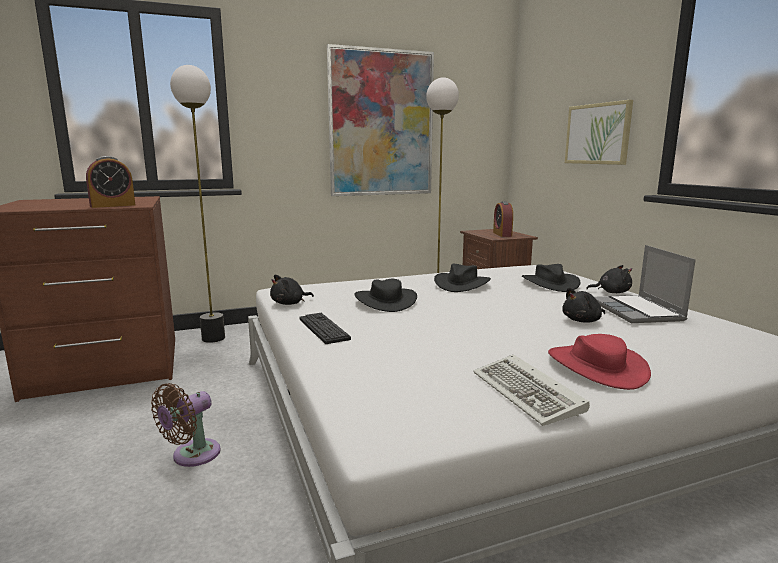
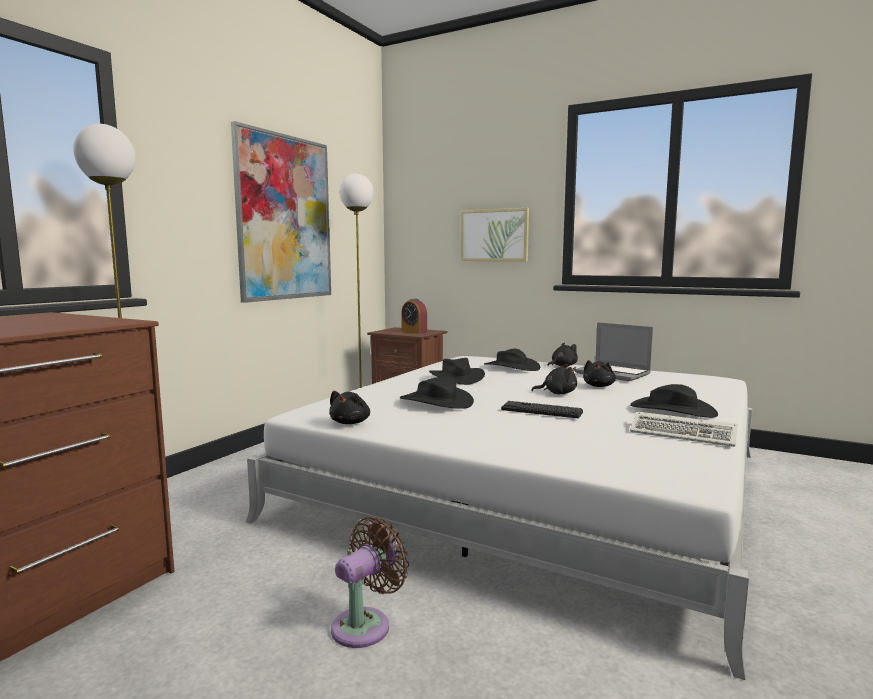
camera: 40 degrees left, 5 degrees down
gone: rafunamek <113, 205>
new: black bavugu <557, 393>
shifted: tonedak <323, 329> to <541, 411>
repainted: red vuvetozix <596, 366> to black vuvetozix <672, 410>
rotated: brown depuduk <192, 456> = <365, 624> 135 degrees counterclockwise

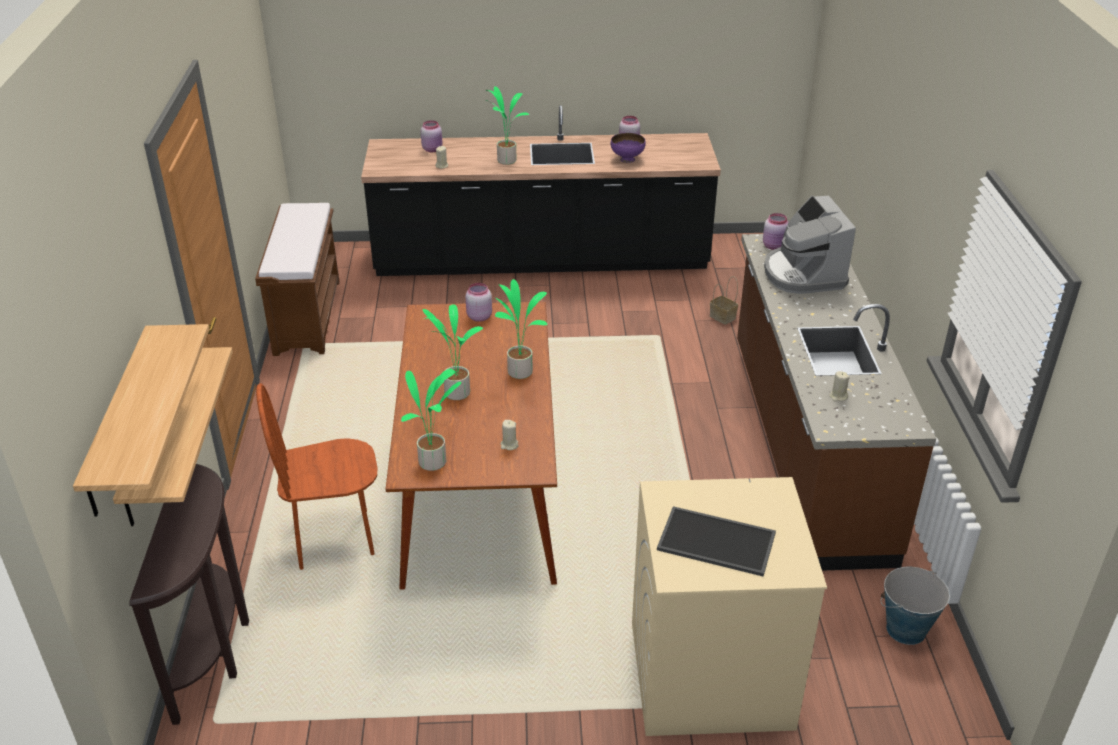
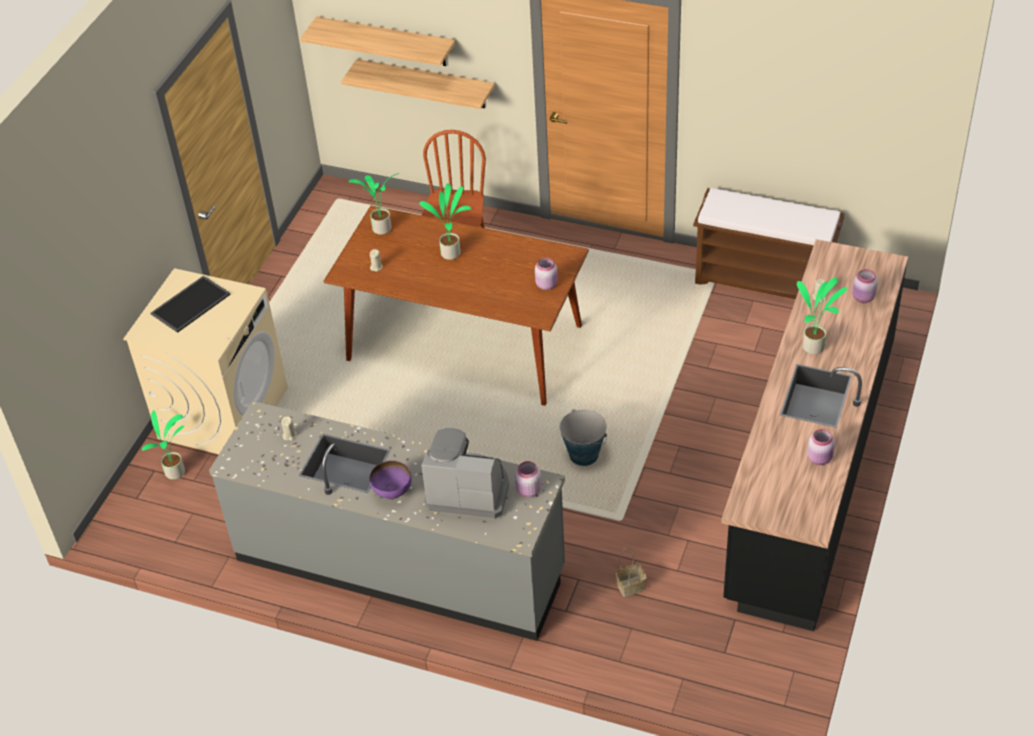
camera: 115 degrees right, 10 degrees up
gone: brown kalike <216, 649>
shifted: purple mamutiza <627, 159> to <393, 492>; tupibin <520, 371> to <176, 473>; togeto <905, 629> to <583, 455>
repainted: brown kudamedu <806, 447> to grey kudamedu <400, 564>

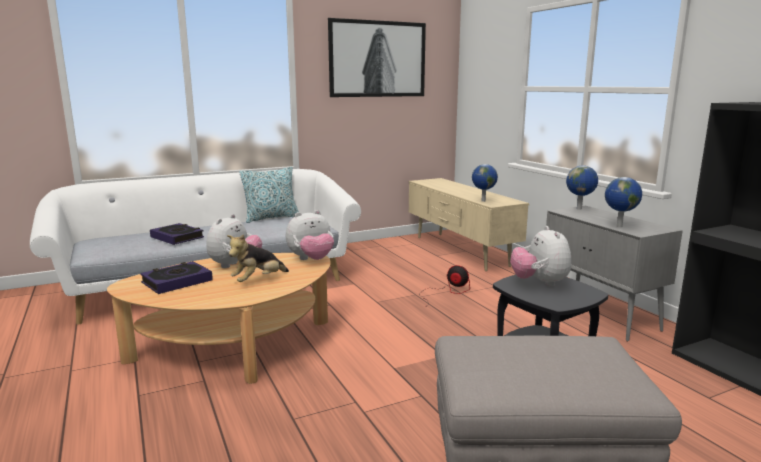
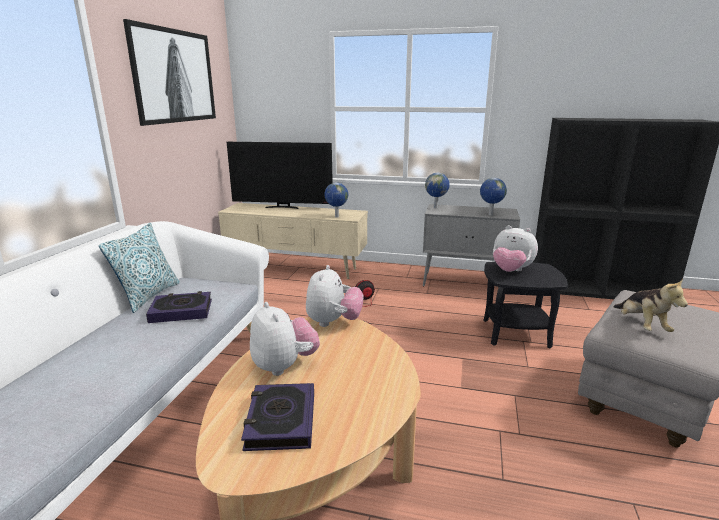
camera: 50 degrees left, 5 degrees up
new: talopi <283, 207>
shifted: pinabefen <177, 237> to <181, 311>; bavugu <258, 280> to <641, 325>

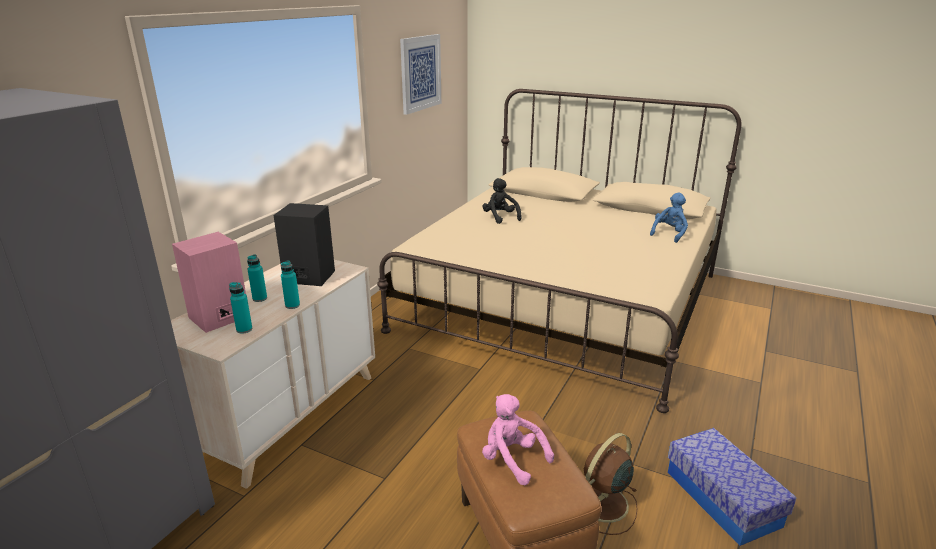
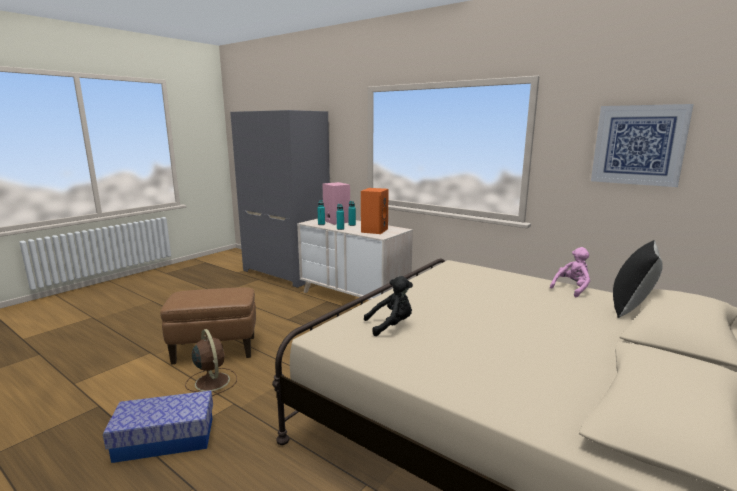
camera: 100 degrees right, 10 degrees down
gone: blue bavugu <669, 234>
new: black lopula <631, 308>
shifted: black bavugu <500, 217> to <391, 325>; pink bavugu <512, 459> to <572, 289>
repainted: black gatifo <308, 277> to orange gatifo <374, 230>

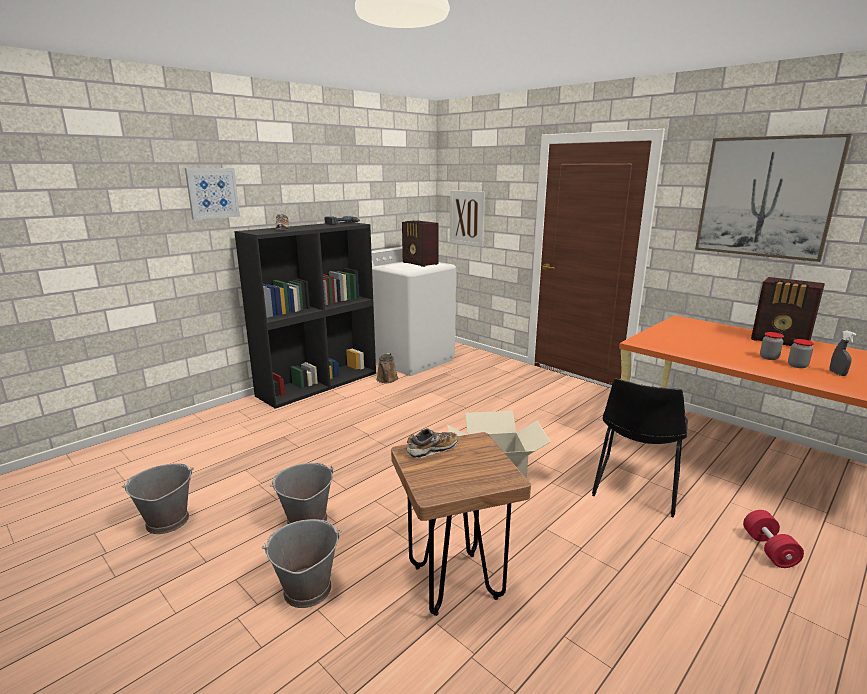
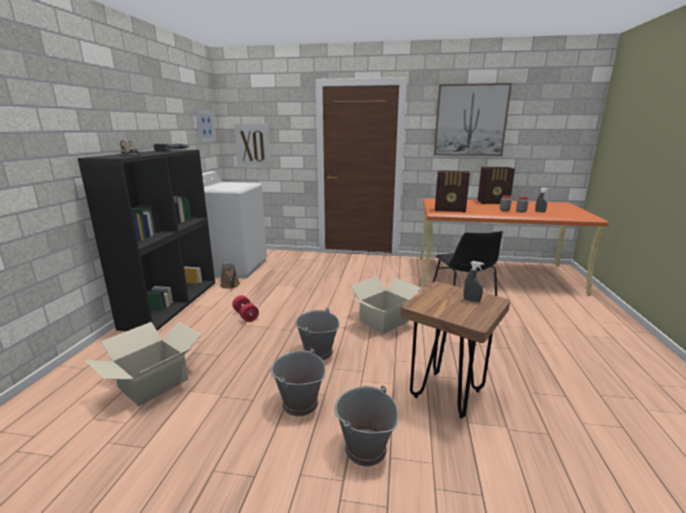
camera: 35 degrees left, 0 degrees up
gone: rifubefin <432, 450>
new: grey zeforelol <471, 300>; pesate <153, 383>
shifted: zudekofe <212, 193> to <205, 125>; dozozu <420, 263> to <450, 210>; grey togeto <166, 521> to <317, 352>; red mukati <769, 549> to <246, 315>

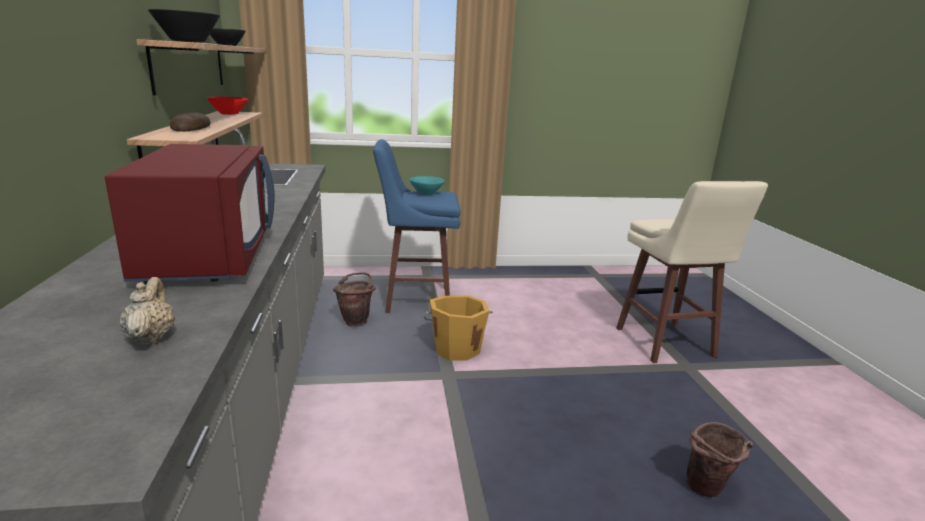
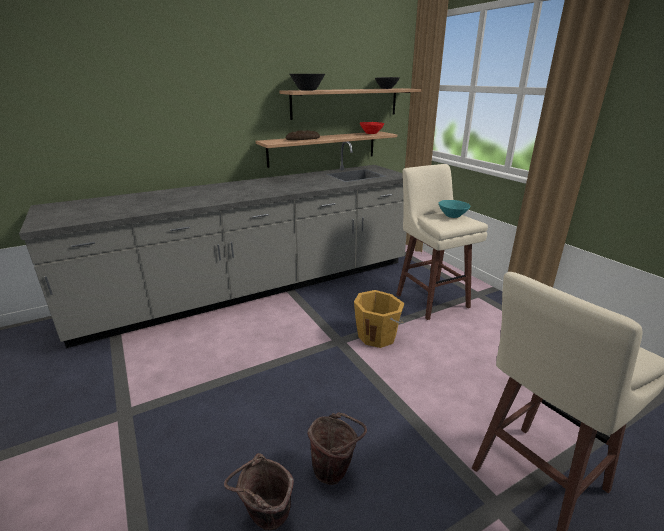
camera: 70 degrees right, 5 degrees up
gone: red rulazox <208, 255>; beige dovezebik <151, 337>
shifted: brown togeto <356, 320> to <335, 471>
repainted: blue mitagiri <415, 299> to beige mitagiri <431, 300>

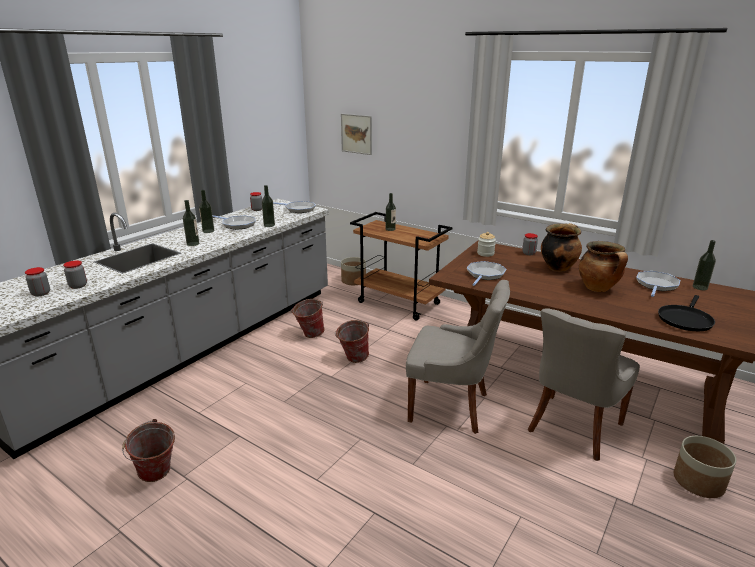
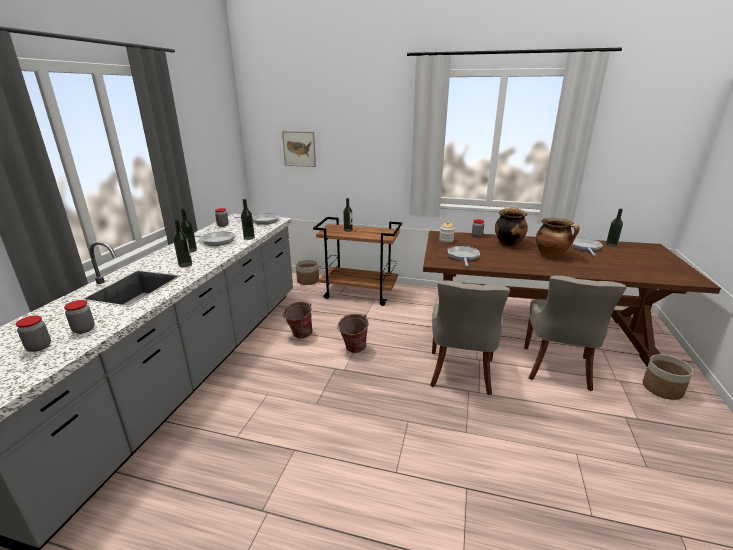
camera: 20 degrees left, 0 degrees up
gone: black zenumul <685, 319>; togeto <156, 476>
rotated: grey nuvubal <451, 407> = <460, 373> 105 degrees clockwise

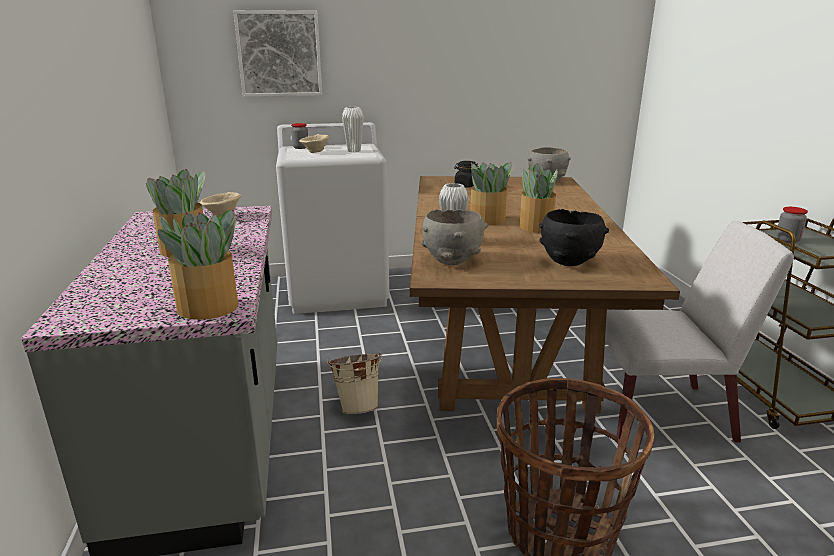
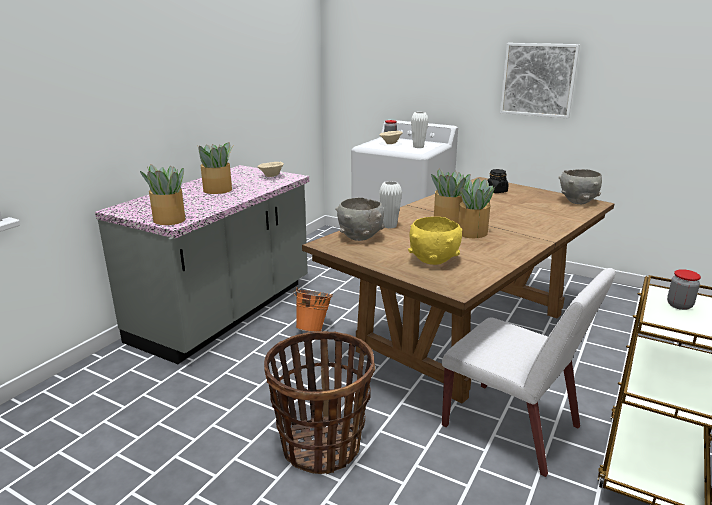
camera: 40 degrees right, 0 degrees up
shifted: zudekofe <279, 54> to <538, 80>
repainted: black mamutiza <569, 262> to yellow mamutiza <434, 261>; beige togeto <358, 407> to orange togeto <313, 328>

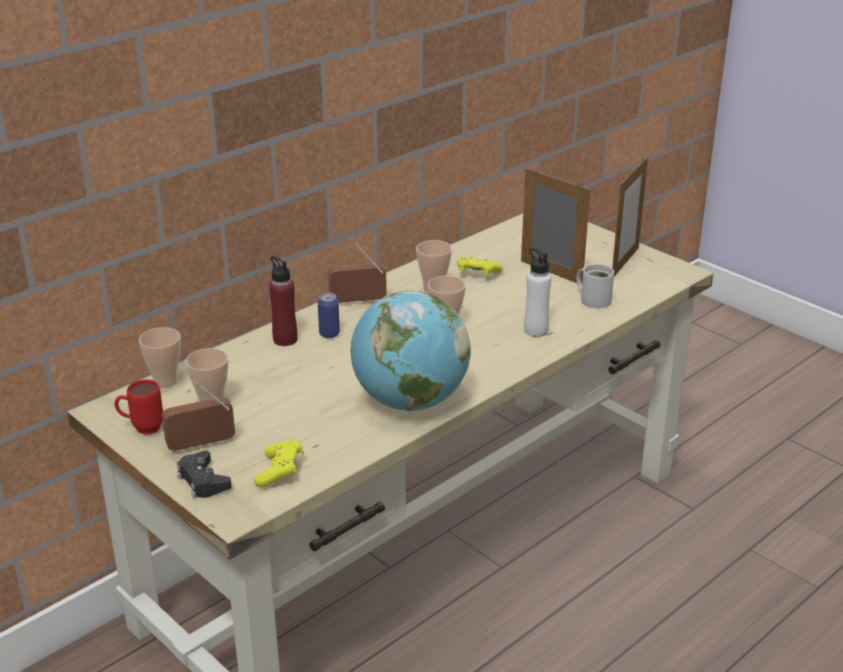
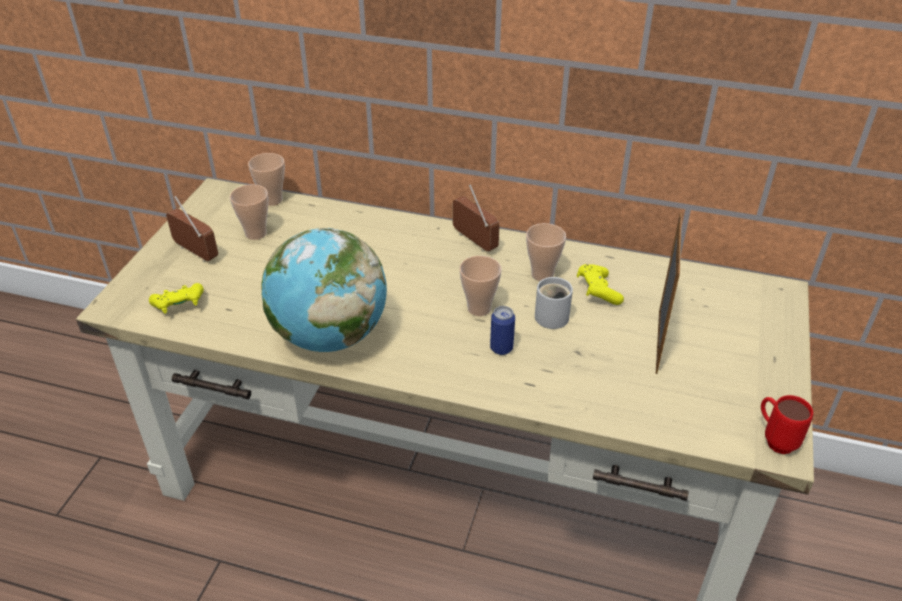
camera: 60 degrees right, 10 degrees up
gone: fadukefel <625, 263>; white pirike <535, 330>; red pirike <285, 339>; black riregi <203, 481>
shifted: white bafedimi <594, 299> to <554, 315>; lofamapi <329, 334> to <501, 348>; red bafedimi <141, 428> to <774, 439>

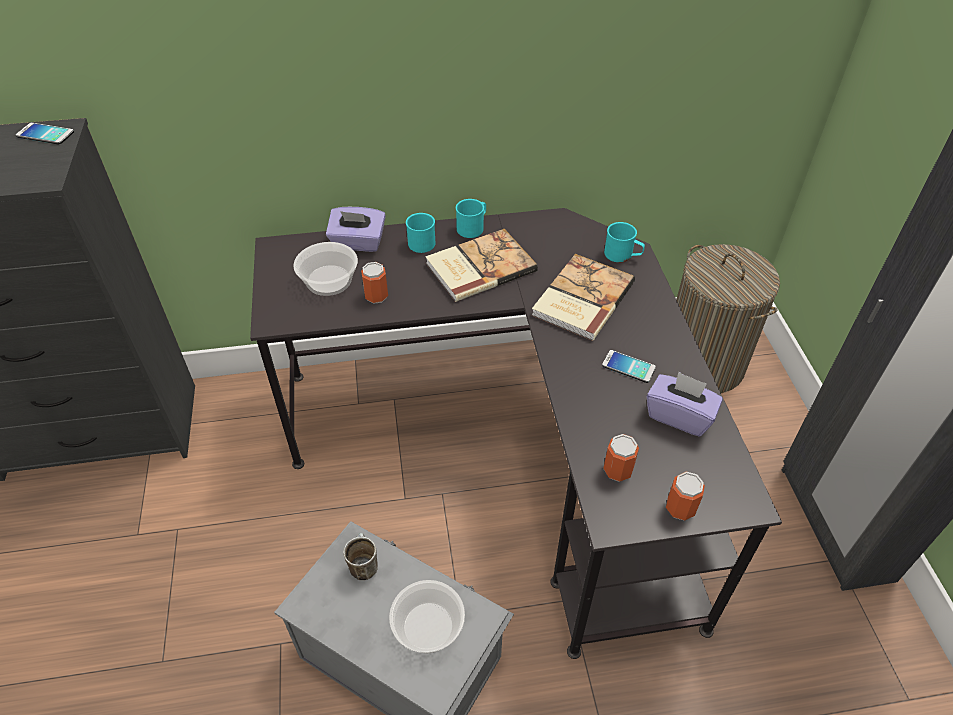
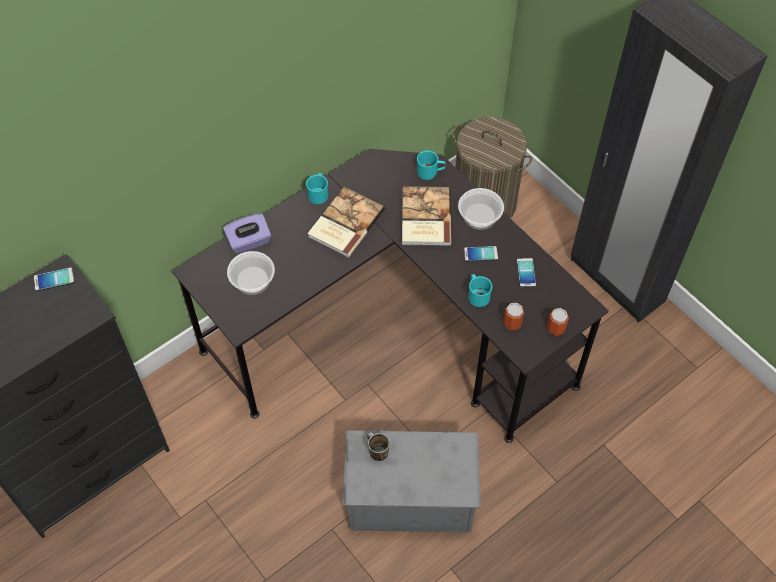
camera: 30 degrees left, 10 degrees up
gone: lofamapi <376, 296>
shifted: turquoise bafedimi <422, 241> to <477, 294>; mamutiza <429, 626> to <480, 216>
swapped: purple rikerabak <679, 415> to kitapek <526, 273>

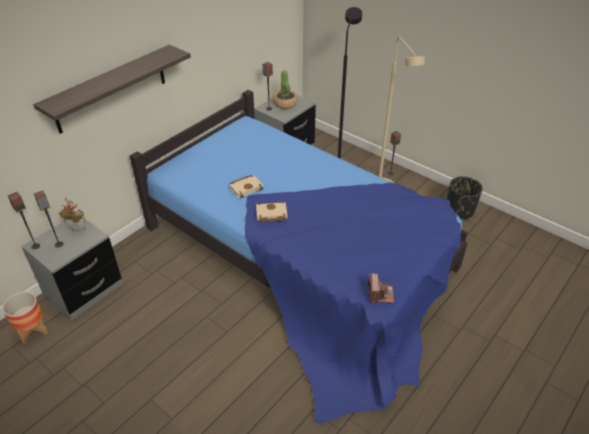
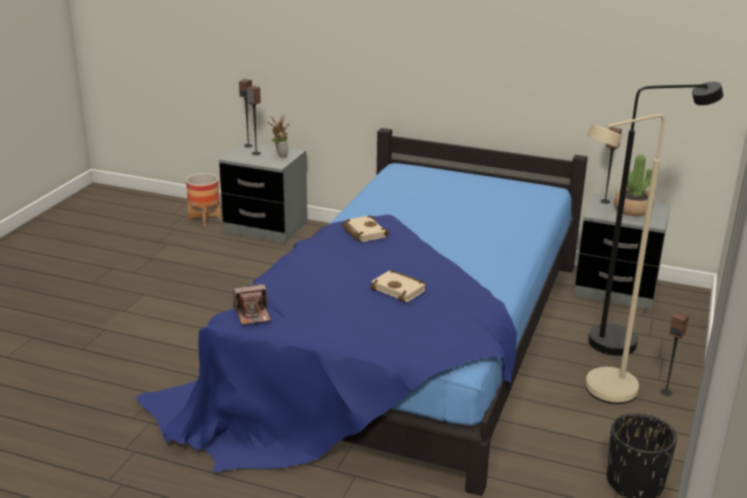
camera: 70 degrees right, 15 degrees down
gone: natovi <111, 89>
shifted: beige pinabefen <246, 187> to <400, 290>

